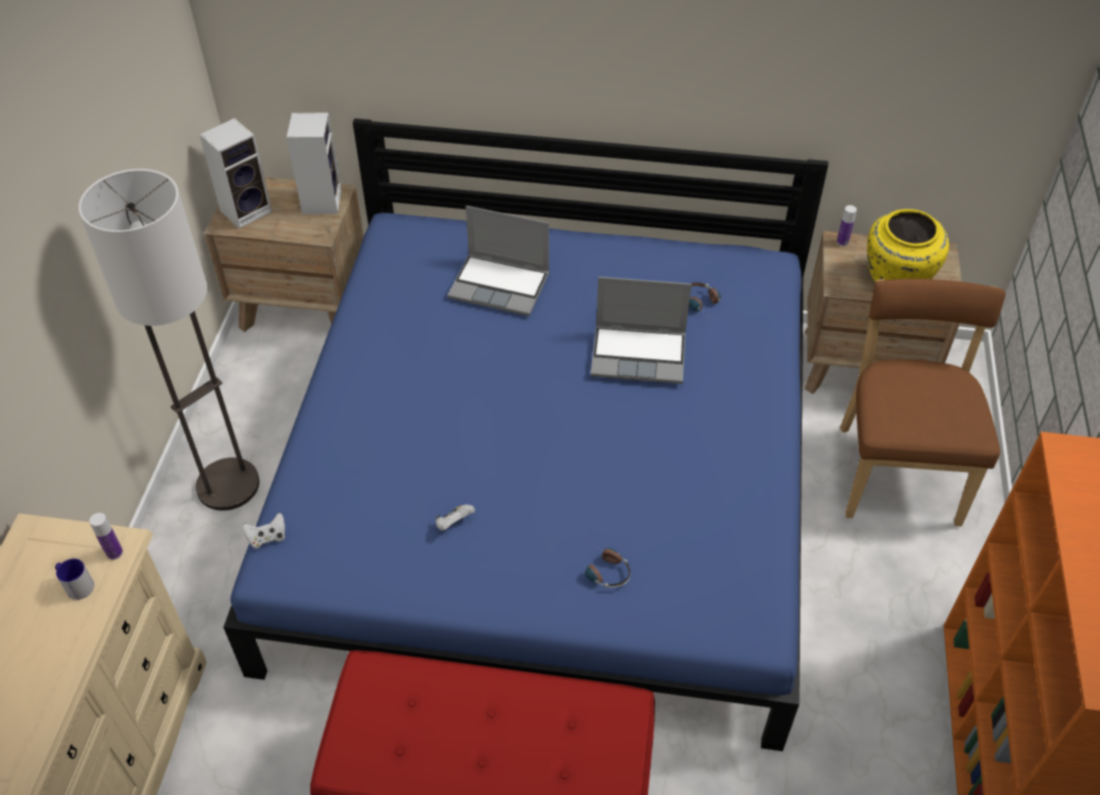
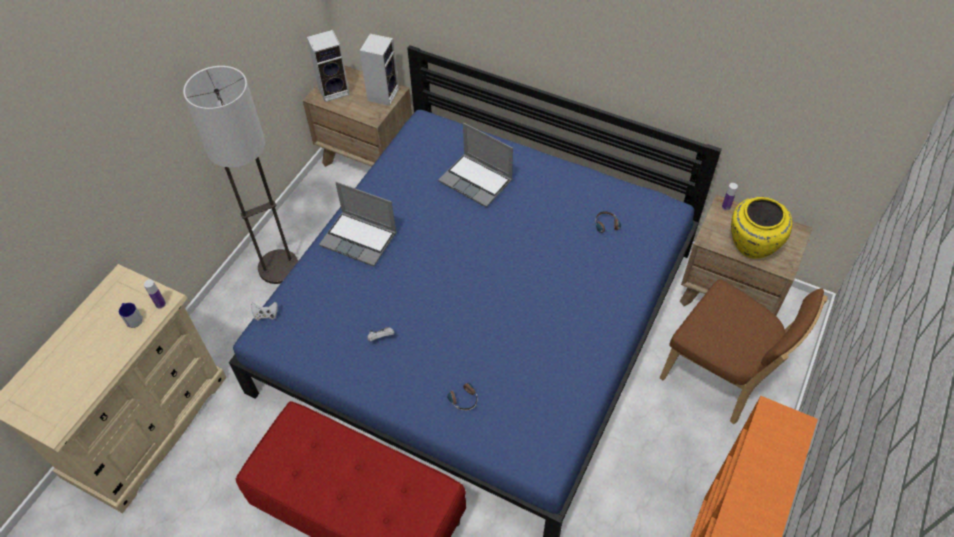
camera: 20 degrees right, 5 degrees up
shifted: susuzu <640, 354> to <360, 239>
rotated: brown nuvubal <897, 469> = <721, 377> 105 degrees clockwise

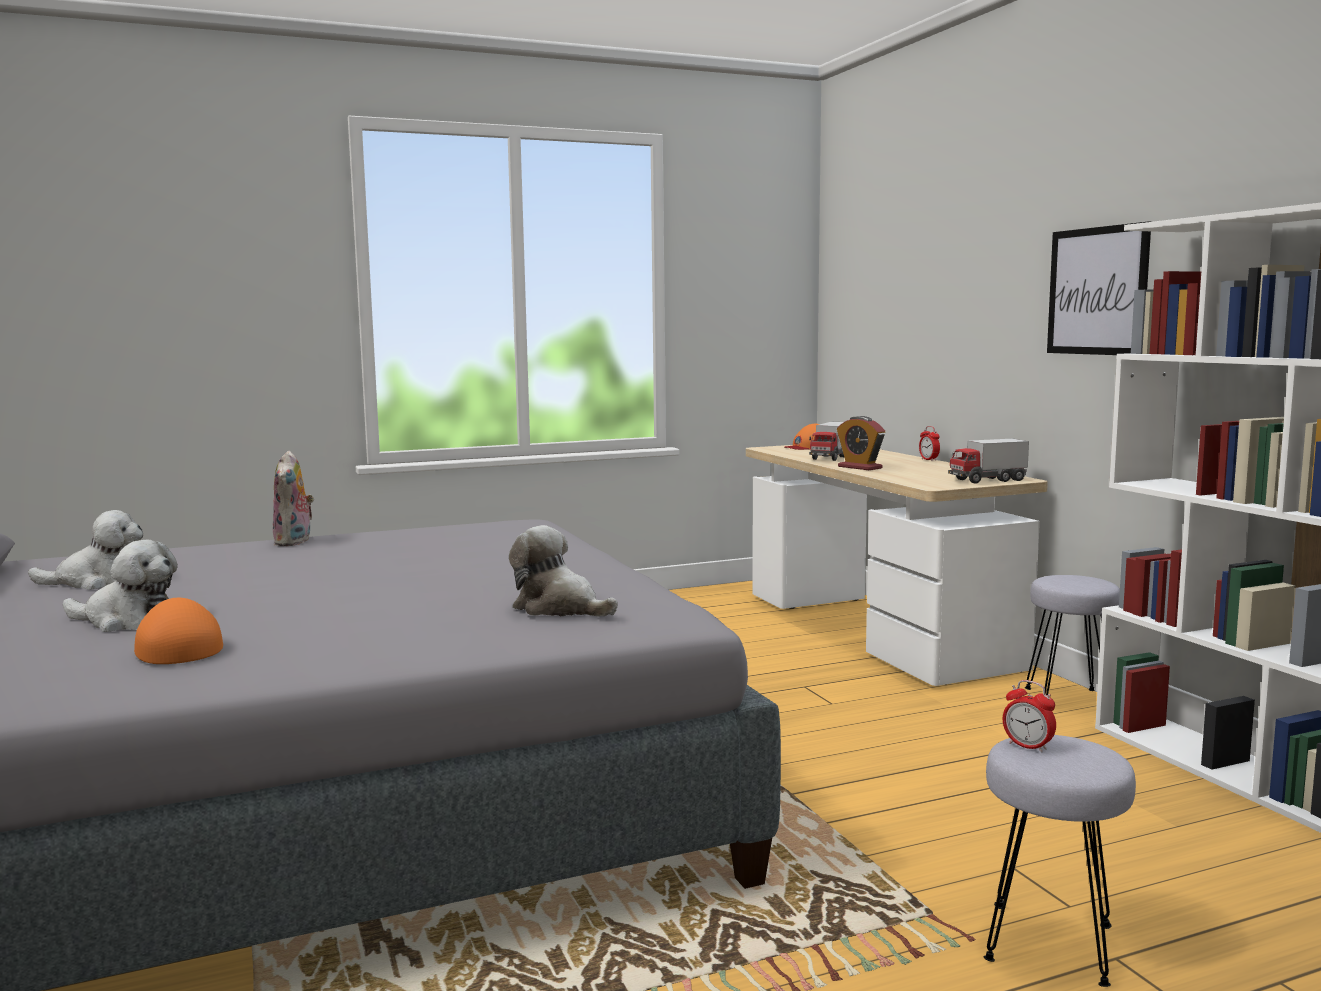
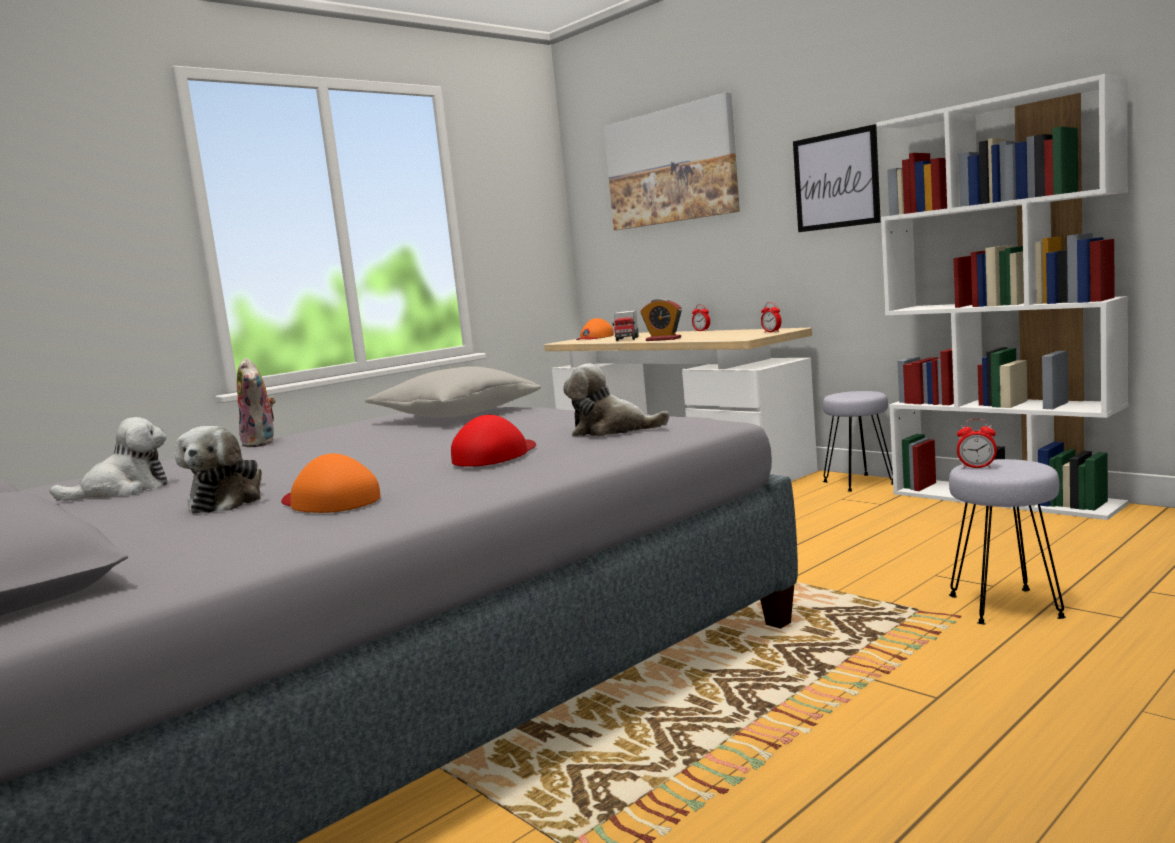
camera: 20 degrees left, 0 degrees up
new: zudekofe <671, 166>; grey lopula <455, 415>; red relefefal <495, 455>
swapped: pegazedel <987, 480> to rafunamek <771, 332>
rotated: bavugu <127, 621> = <229, 501> 105 degrees clockwise

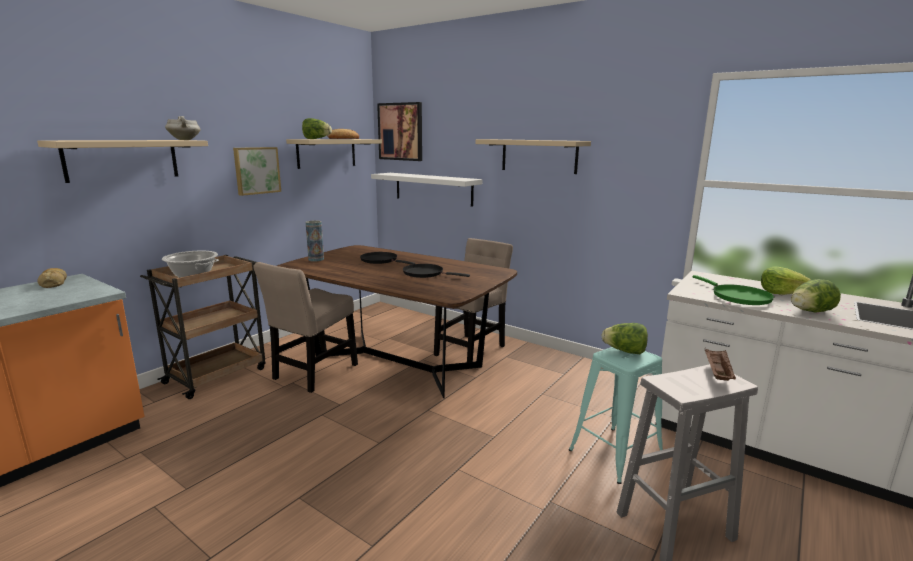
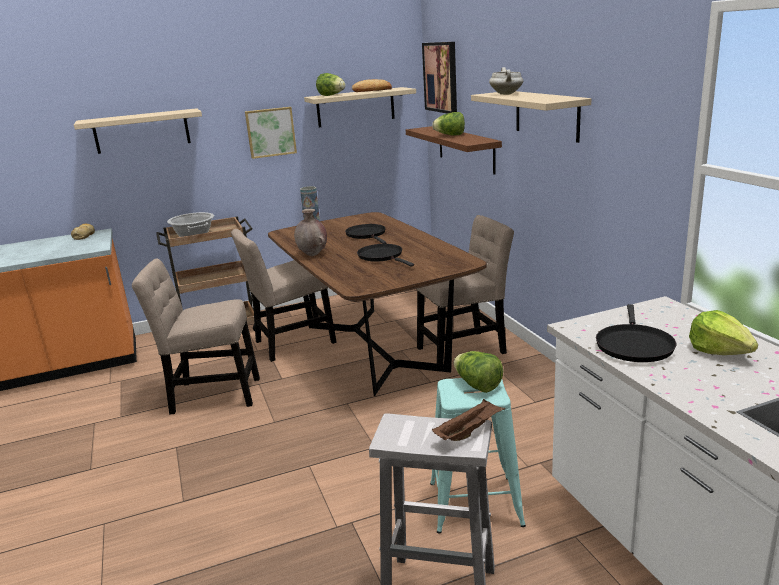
camera: 35 degrees right, 5 degrees up
new: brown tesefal <313, 254>; beige nuvubal <211, 395>
shifted: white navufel <185, 140> to <506, 94>; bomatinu <810, 312> to <450, 135>
repainted: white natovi <433, 189> to brown natovi <465, 149>; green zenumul <737, 297> to black zenumul <633, 345>

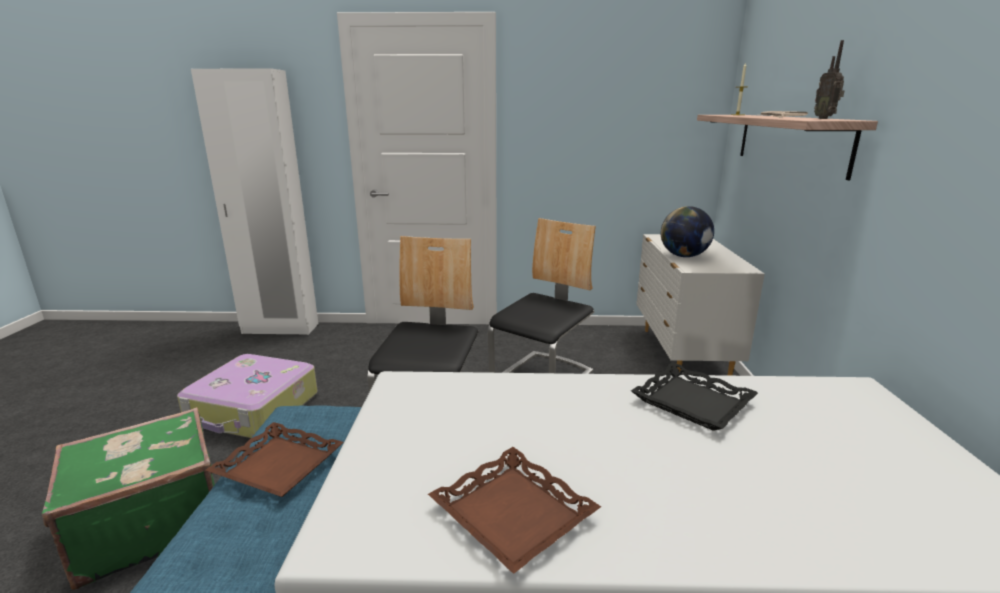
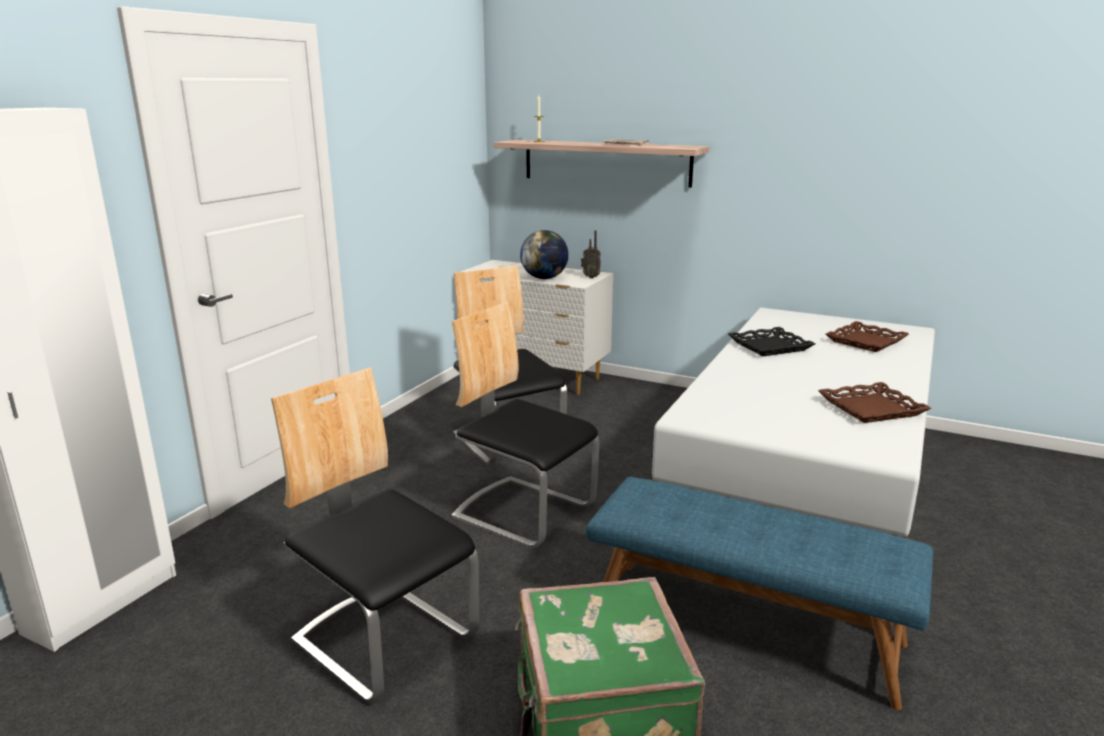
camera: 65 degrees left, 0 degrees up
shifted: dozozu <825, 118> to <591, 277>; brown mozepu <278, 466> to <866, 342>
swapped: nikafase <254, 409> to nuvubal <385, 639>

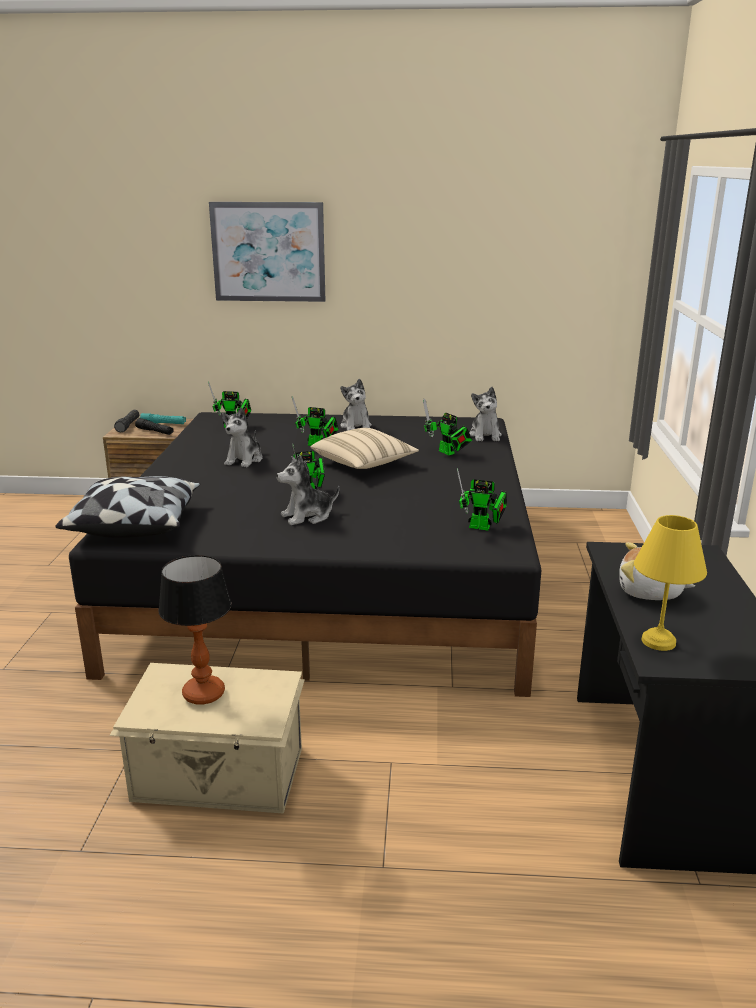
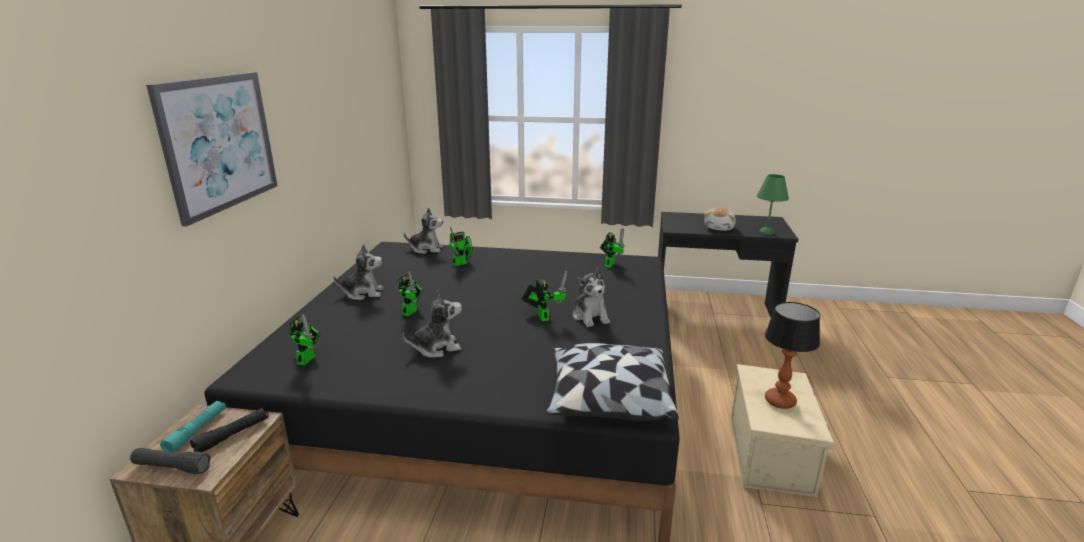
camera: 85 degrees left, 0 degrees up
gone: beige lopula <364, 464>
repainted: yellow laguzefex <657, 642> to green laguzefex <767, 232>
rotated: bavugu <244, 460> = <436, 348> 45 degrees counterclockwise

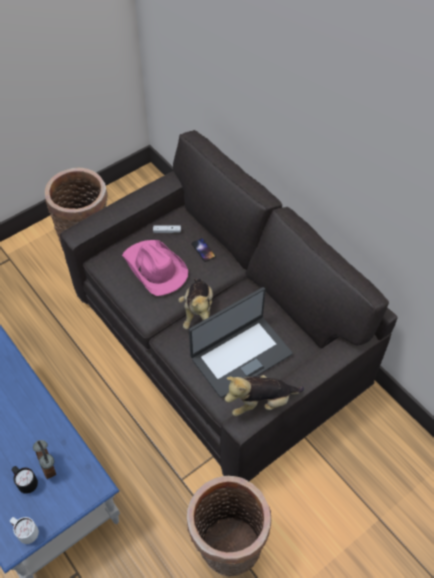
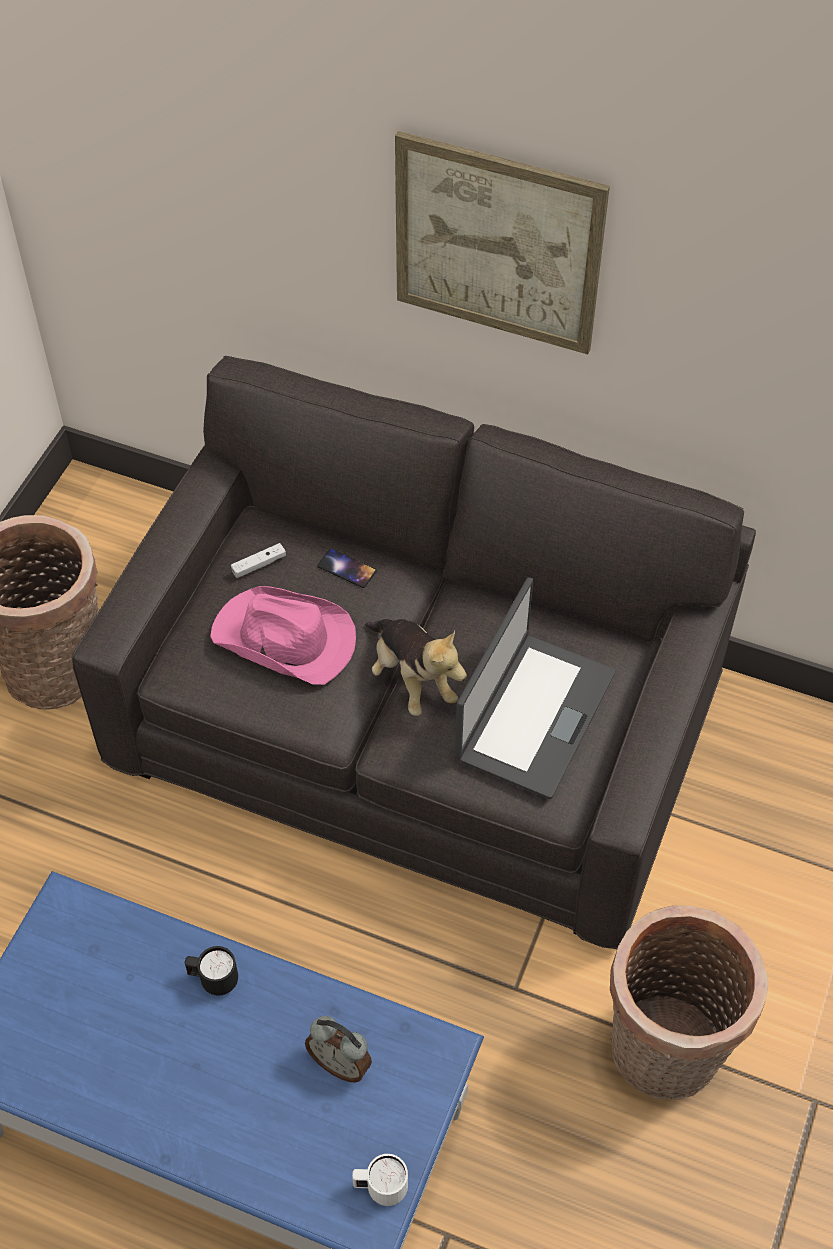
camera: 30 degrees left, 0 degrees up
gone: bavugu <261, 402>
new: zudekofe <497, 244>
shifted: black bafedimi <26, 483> to <213, 980>

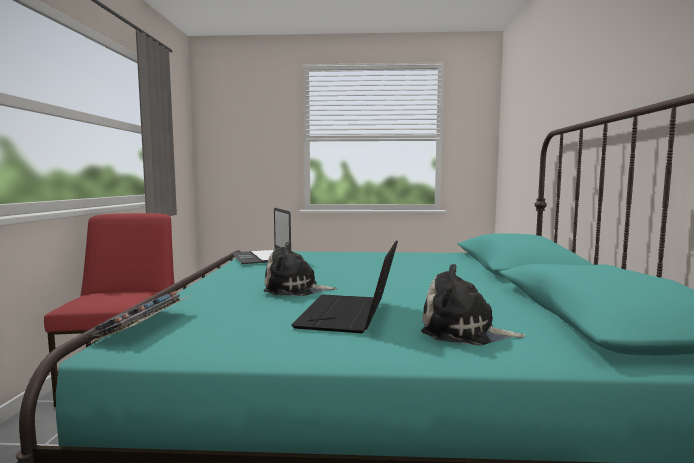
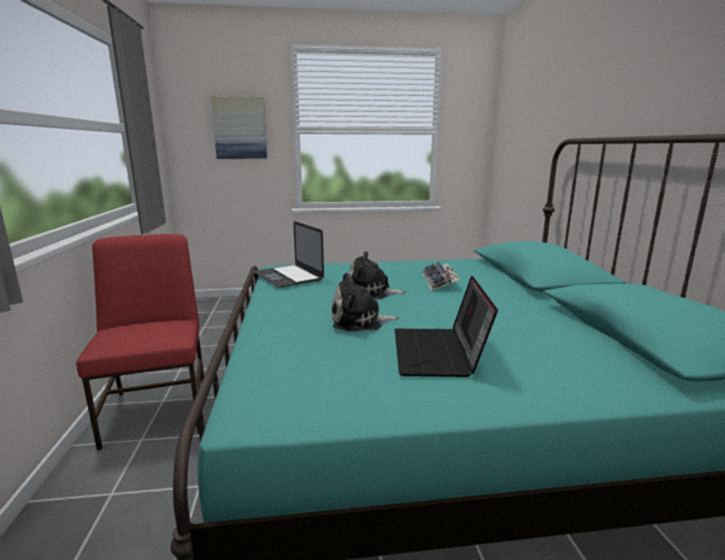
camera: 10 degrees left, 10 degrees up
new: zudekofe <240, 128>
shifted: bavugu <464, 332> to <372, 292>; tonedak <145, 327> to <440, 281>

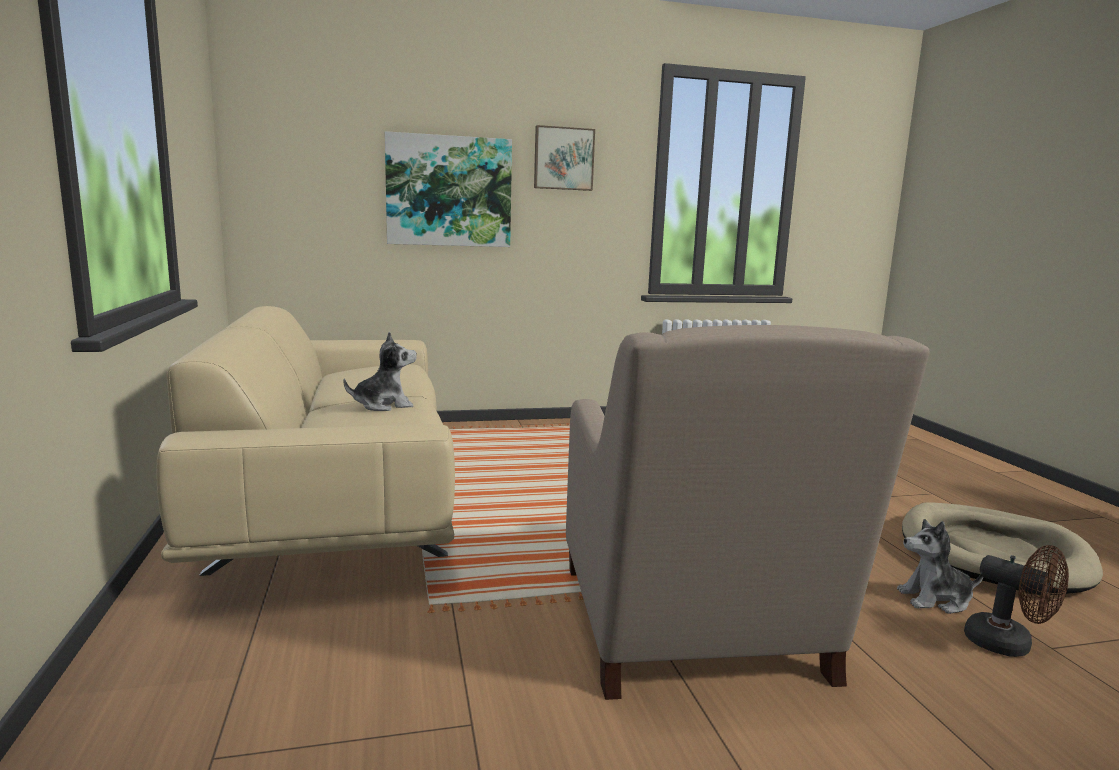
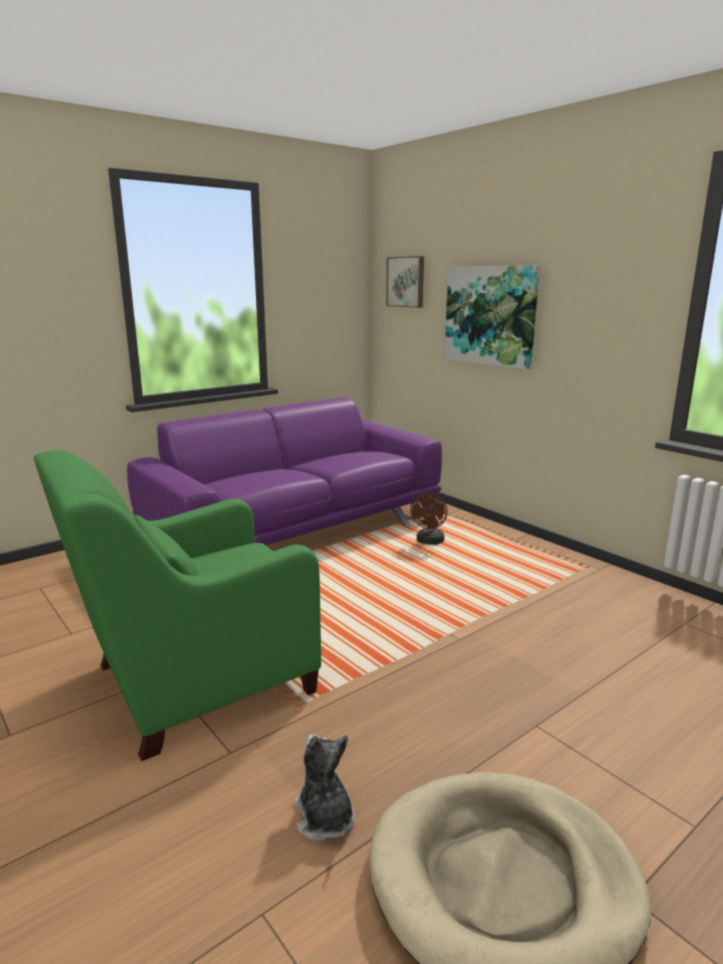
camera: 65 degrees right, 5 degrees up
gone: bavugu <384, 405>
shifted: zudekofe <563, 159> to <406, 282>; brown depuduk <1008, 645> to <429, 541>
repainted: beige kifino <337, 497> to purple kifino <297, 529>; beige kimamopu <692, 628> to green kimamopu <195, 682>

